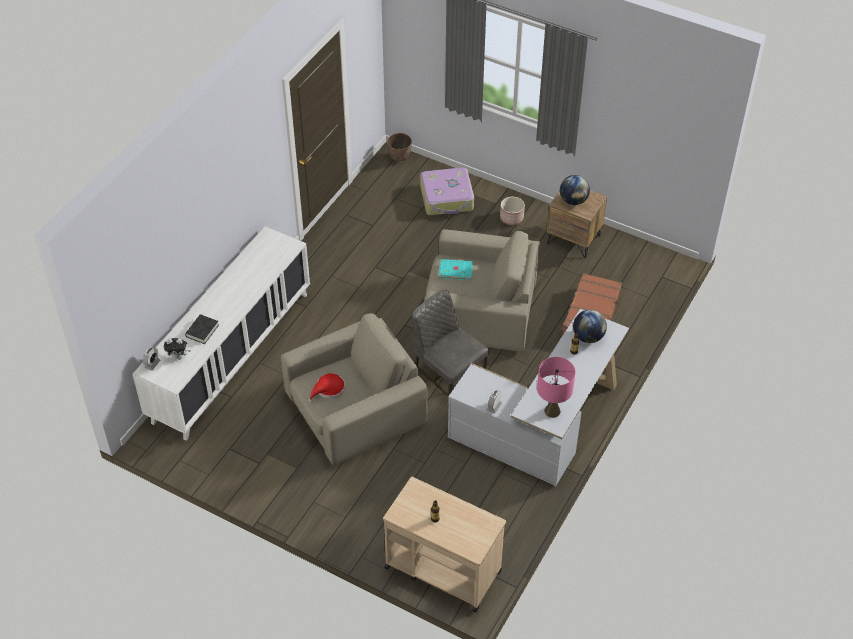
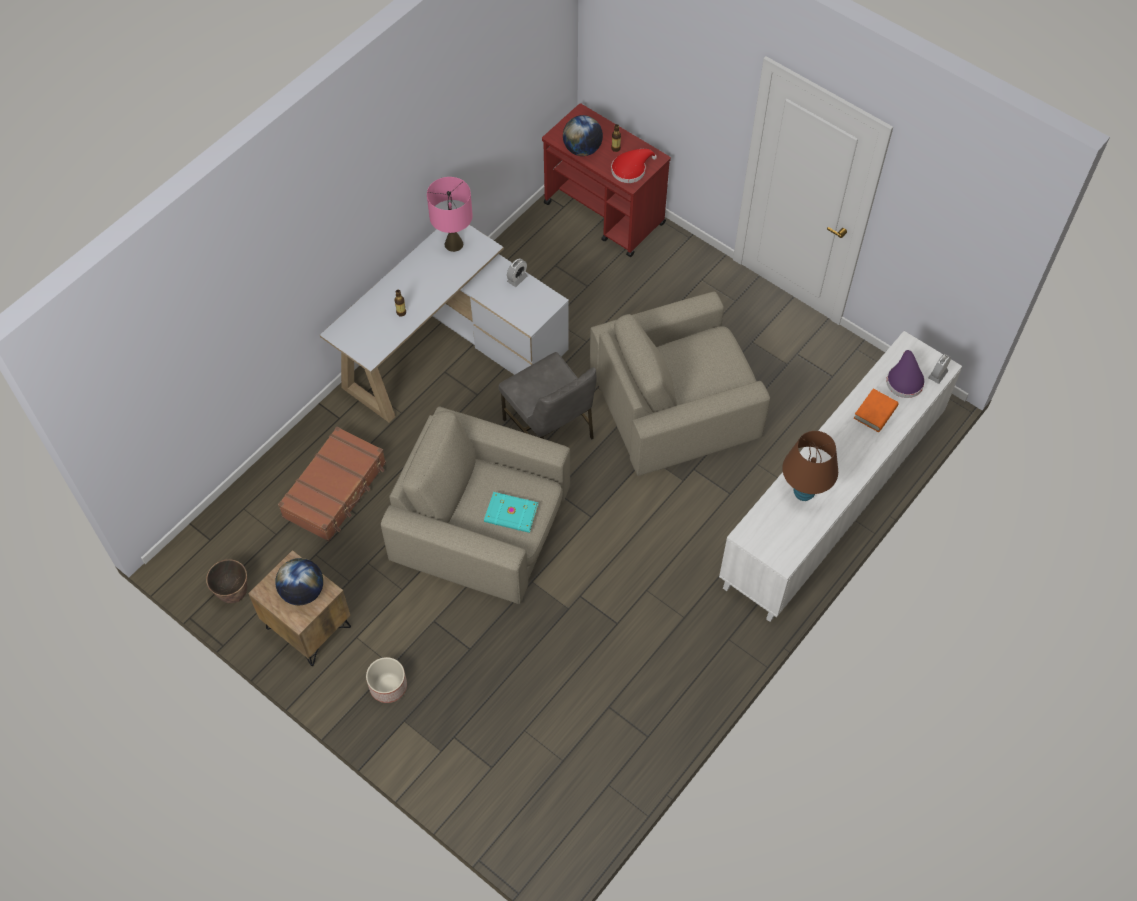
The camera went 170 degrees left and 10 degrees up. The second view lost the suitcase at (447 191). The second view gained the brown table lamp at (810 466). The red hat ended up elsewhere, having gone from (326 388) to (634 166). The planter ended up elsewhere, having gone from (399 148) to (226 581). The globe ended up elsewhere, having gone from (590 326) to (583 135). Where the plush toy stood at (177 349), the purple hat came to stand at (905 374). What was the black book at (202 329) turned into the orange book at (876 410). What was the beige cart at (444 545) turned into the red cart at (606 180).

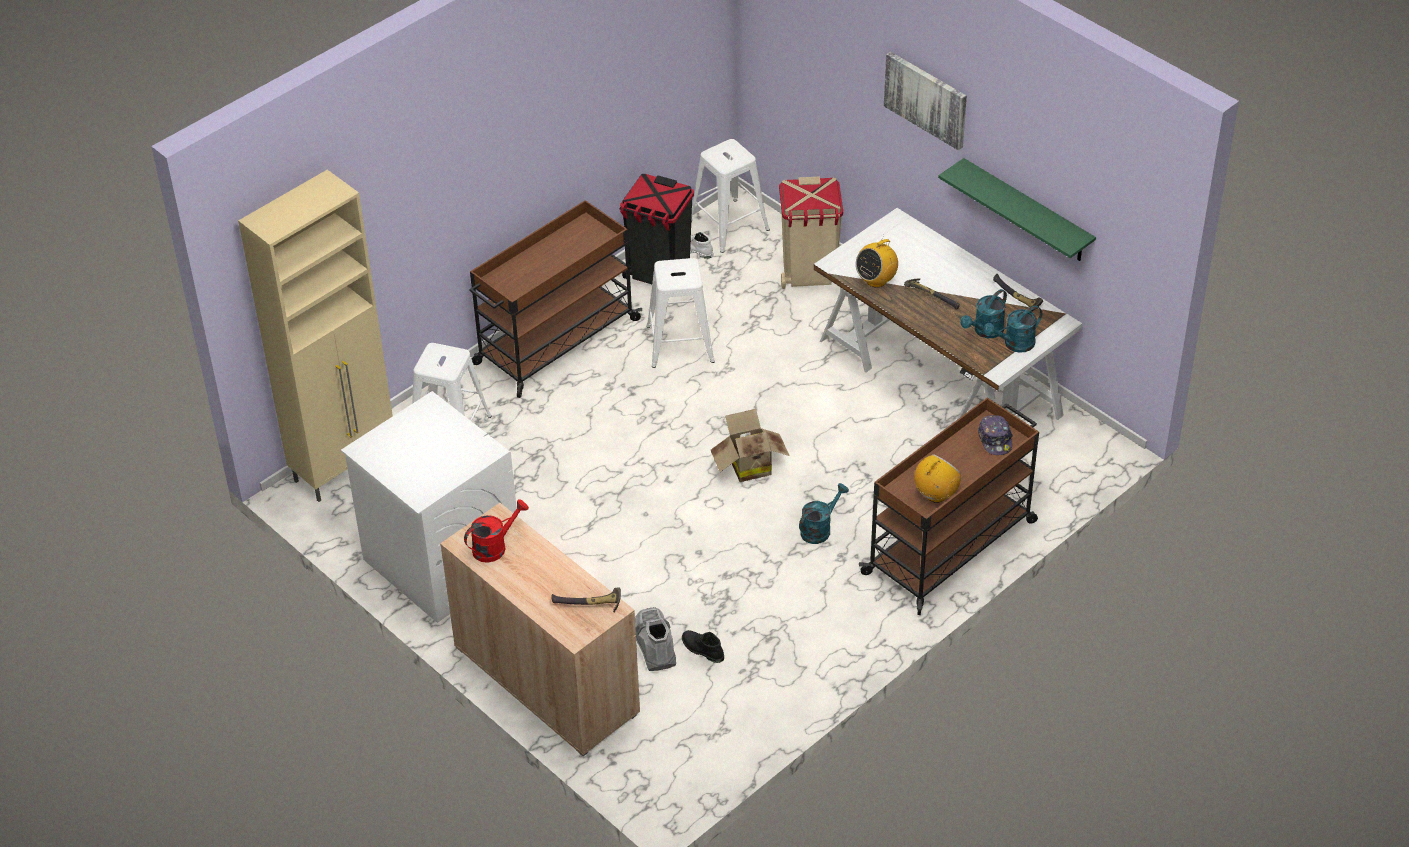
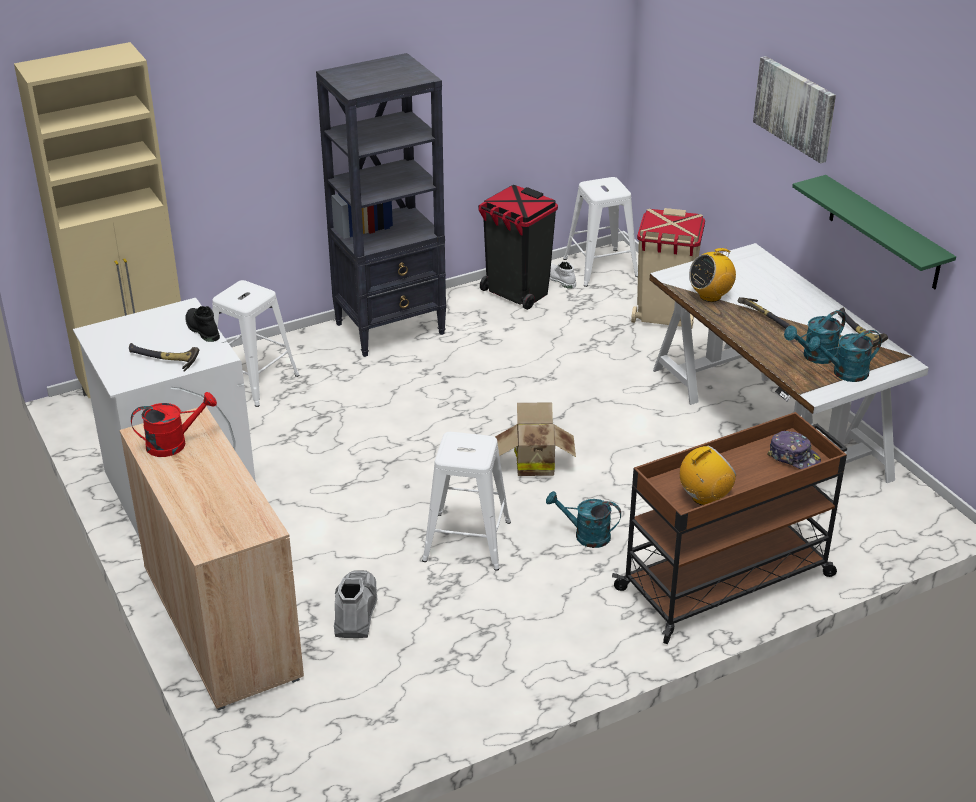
The camera went 15 degrees right and 10 degrees down. The hammer ended up elsewhere, having gone from (586 600) to (164 357). The white stool ended up elsewhere, having gone from (680 313) to (466 501). The black boot ended up elsewhere, having gone from (703 646) to (202 324). Where the brown cart stood at (555 299), the black bookcase came to stand at (381 205). The turquoise watering can at (824 513) ended up facing another way, 135 degrees counterclockwise from before. The cap at (995 435) ended up facing another way, 60 degrees counterclockwise from before.

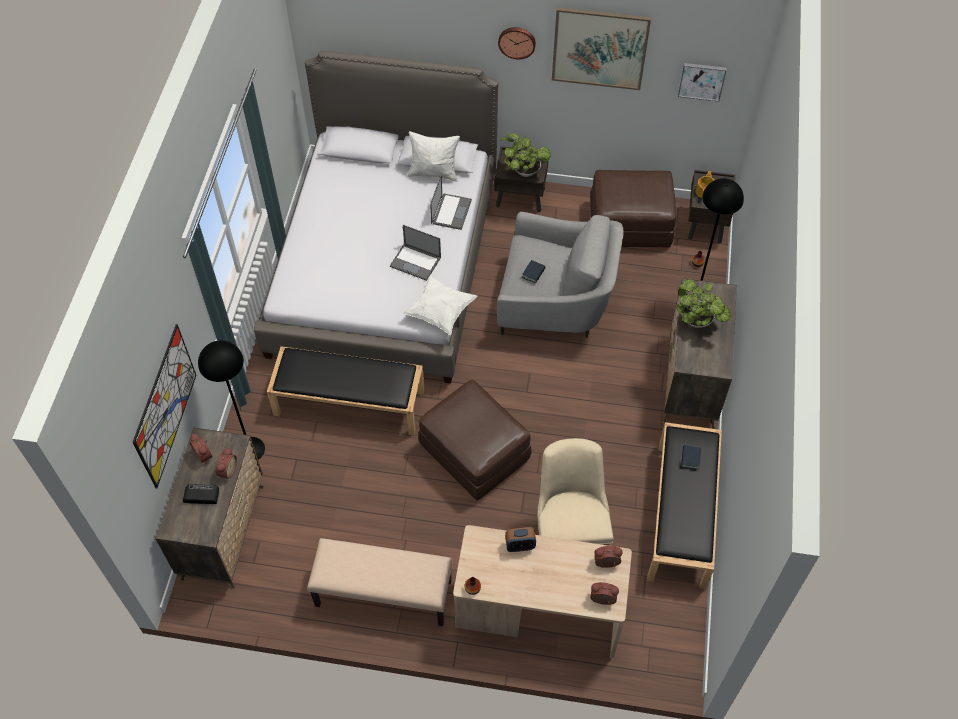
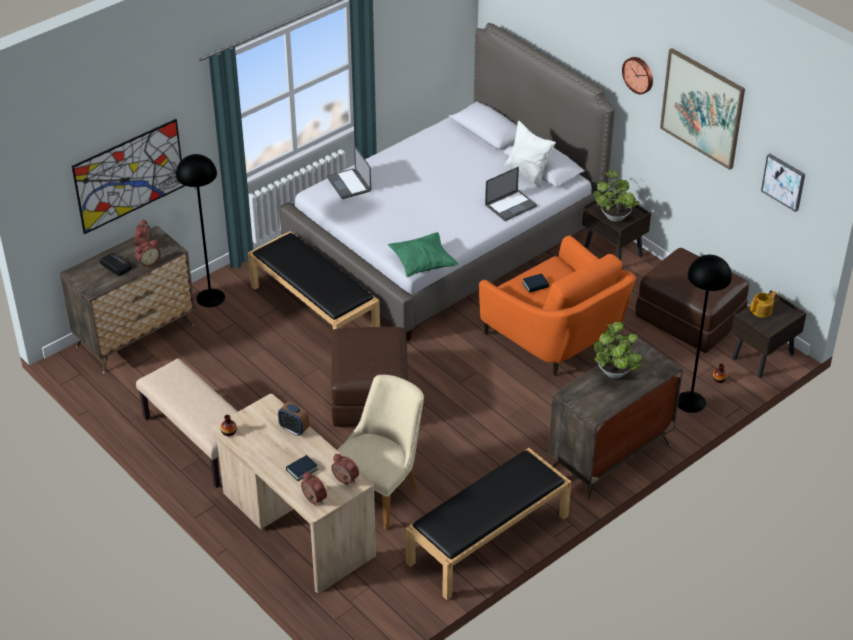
The camera went 40 degrees right and 15 degrees down. The laptop ended up elsewhere, having gone from (415 253) to (349 172). The book ended up elsewhere, having gone from (691 457) to (302 468). What was the white pillow at (440 305) turned into the green pillow at (423 254). What was the grey armchair at (560 275) turned into the orange armchair at (557 305).

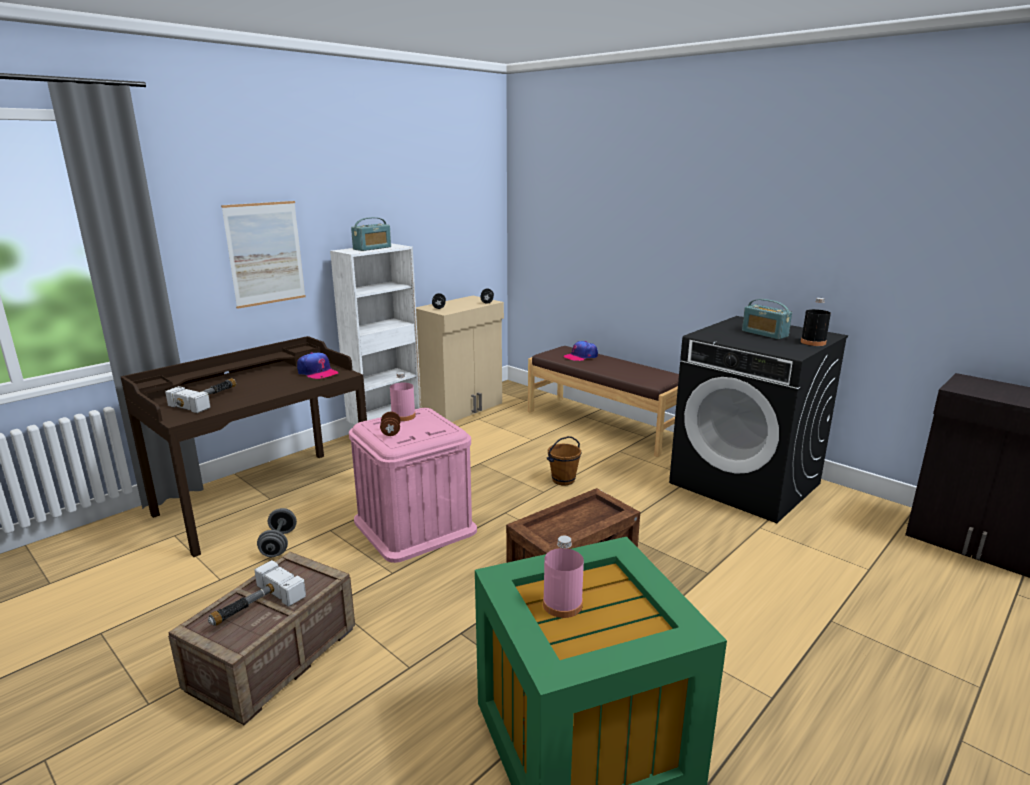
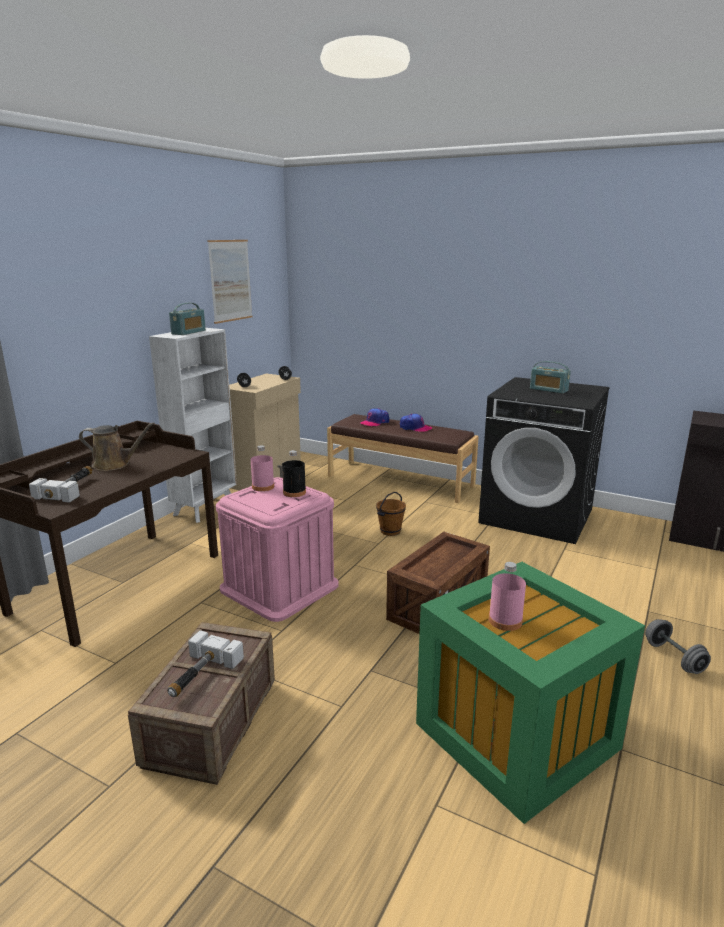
The camera went 15 degrees left and 0 degrees up. The second view lost the brown dumbbell at (390 424). The second view gained the brown watering can at (117 446). The picture ended up elsewhere, having gone from (263 255) to (229 282). The grey dumbbell ended up elsewhere, having gone from (277 532) to (678 646). The cap ended up elsewhere, having gone from (318 365) to (416 423). The black bottle ended up elsewhere, having gone from (816 322) to (294 473).

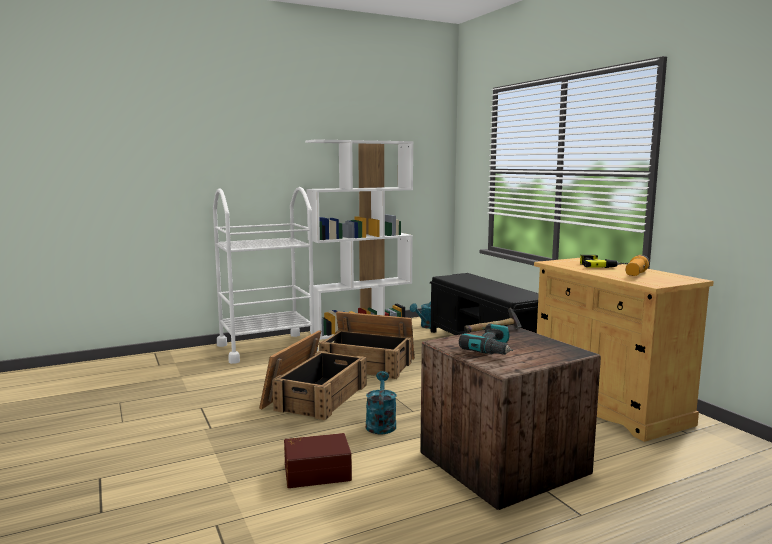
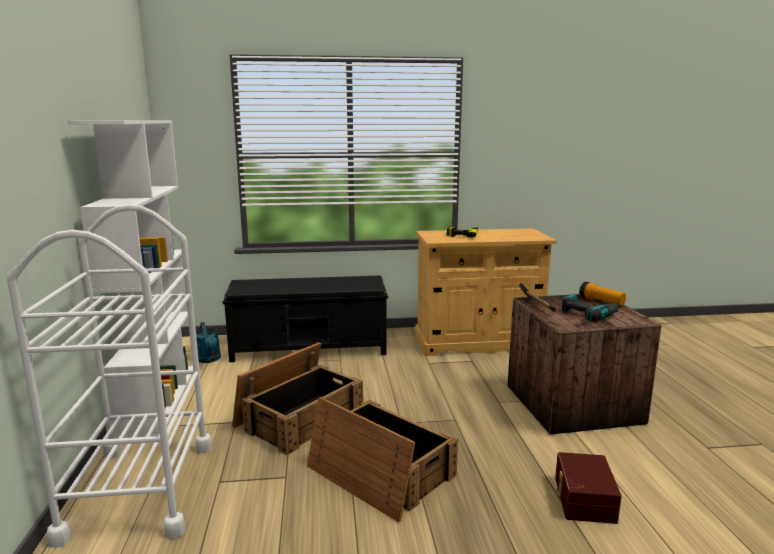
The camera went 70 degrees left and 5 degrees up. The second view lost the turquoise watering can at (381 402). The flashlight ended up elsewhere, having gone from (638 265) to (602 293).

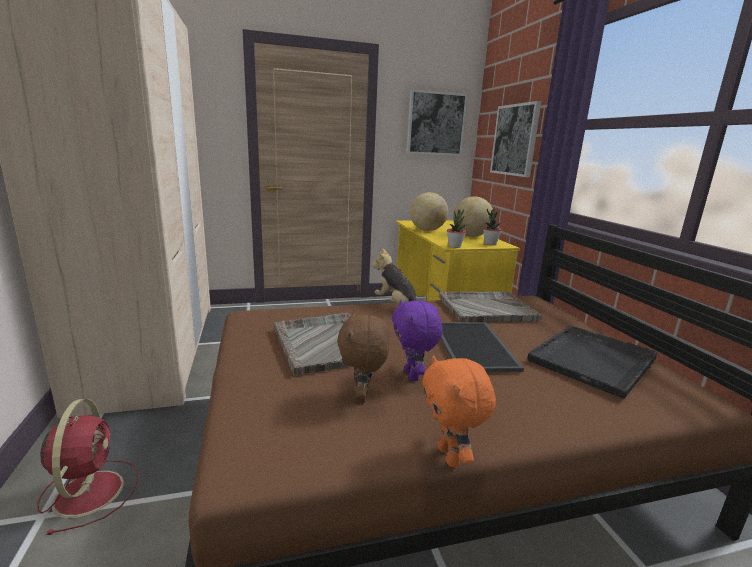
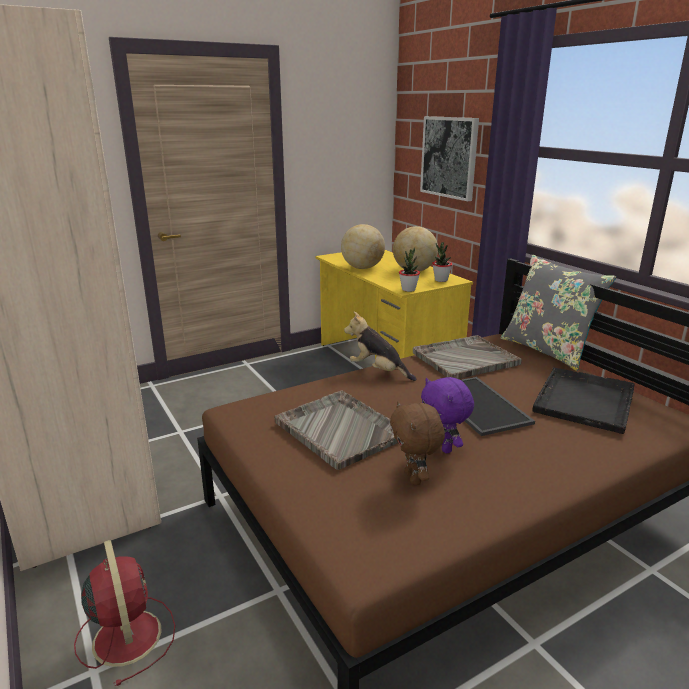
The camera went 15 degrees left and 5 degrees up. The second view lost the picture at (437 122). The second view lost the orange plush toy at (459 411). The second view gained the grey pillow at (558 313).

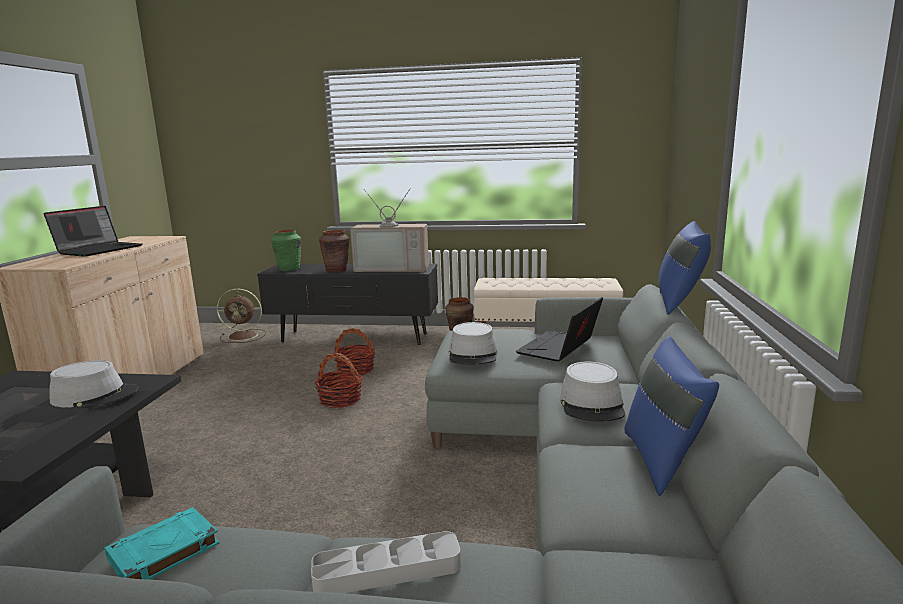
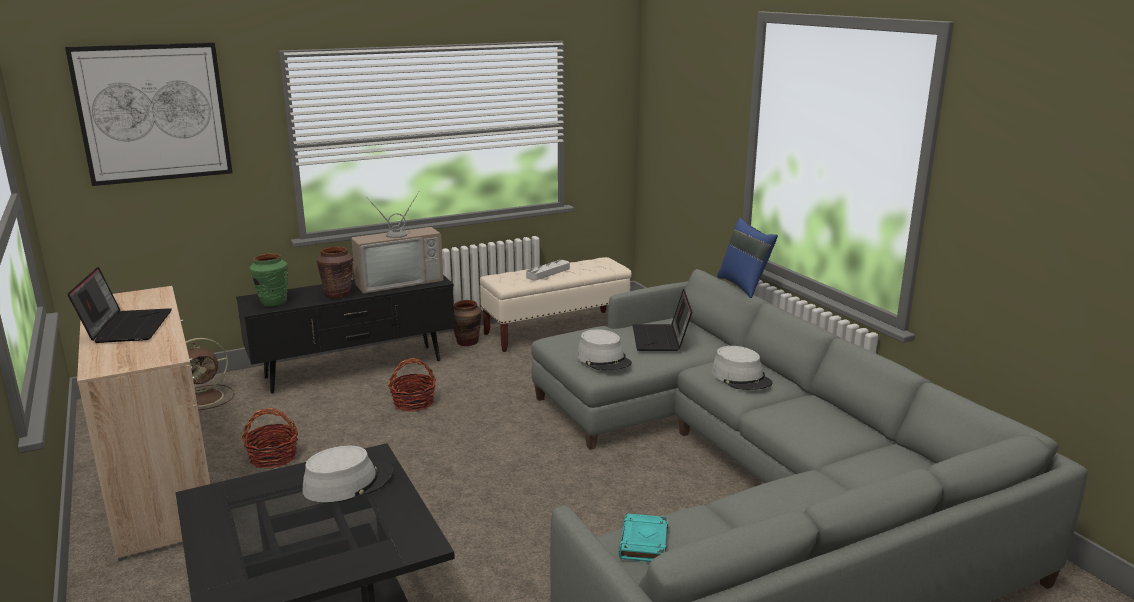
The camera went 35 degrees left and 5 degrees up. The second view lost the blue pillow at (671 416). The second view gained the picture at (149 114). The grey tray ended up elsewhere, having gone from (386 562) to (548 270). The basket ended up elsewhere, having gone from (338 380) to (269 438).

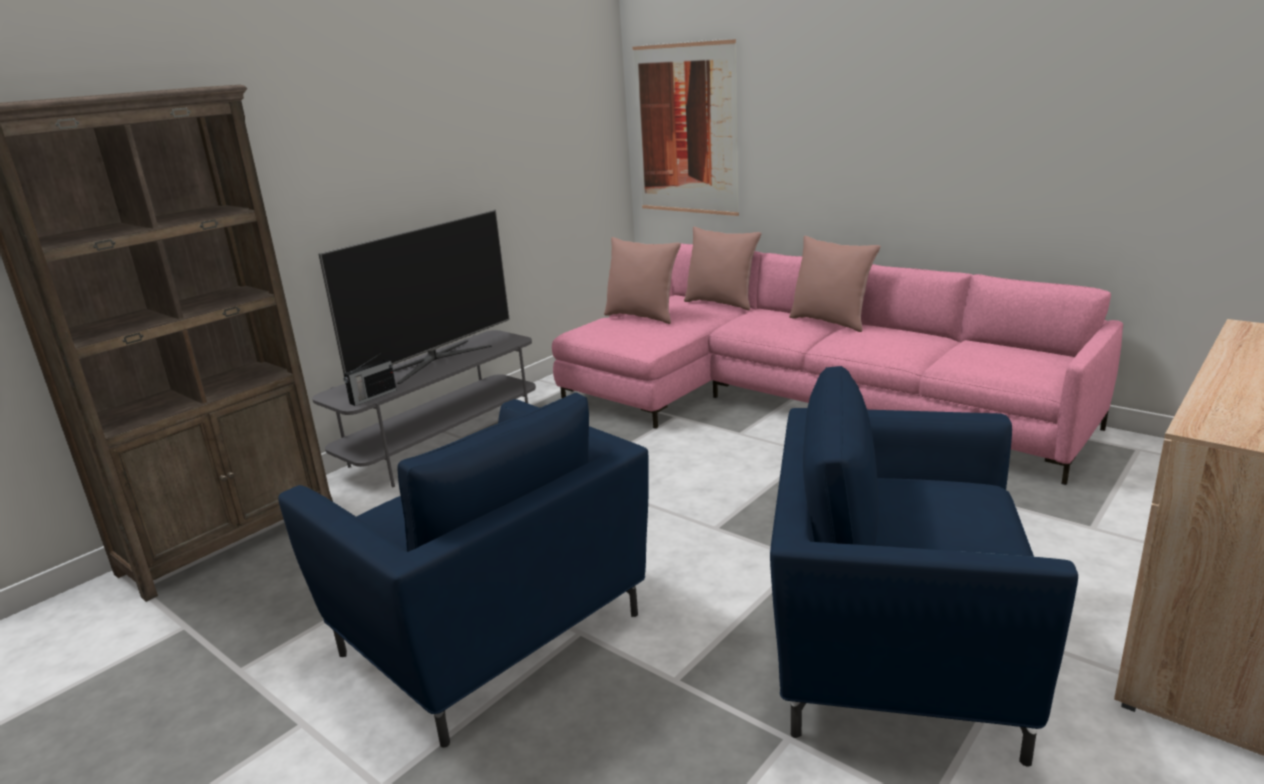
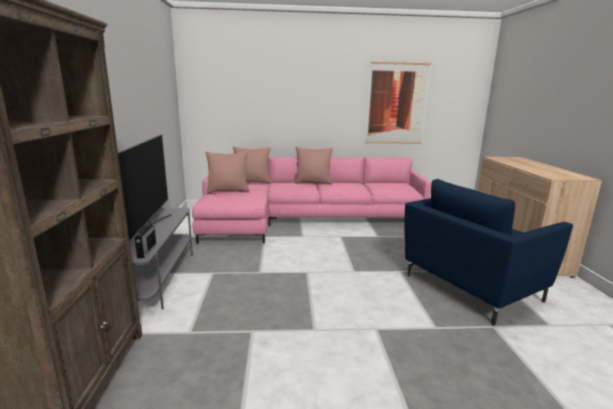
The camera went 45 degrees left and 5 degrees down. The second view lost the blue armchair at (463 570). The picture ended up elsewhere, having gone from (685 127) to (398 102).

